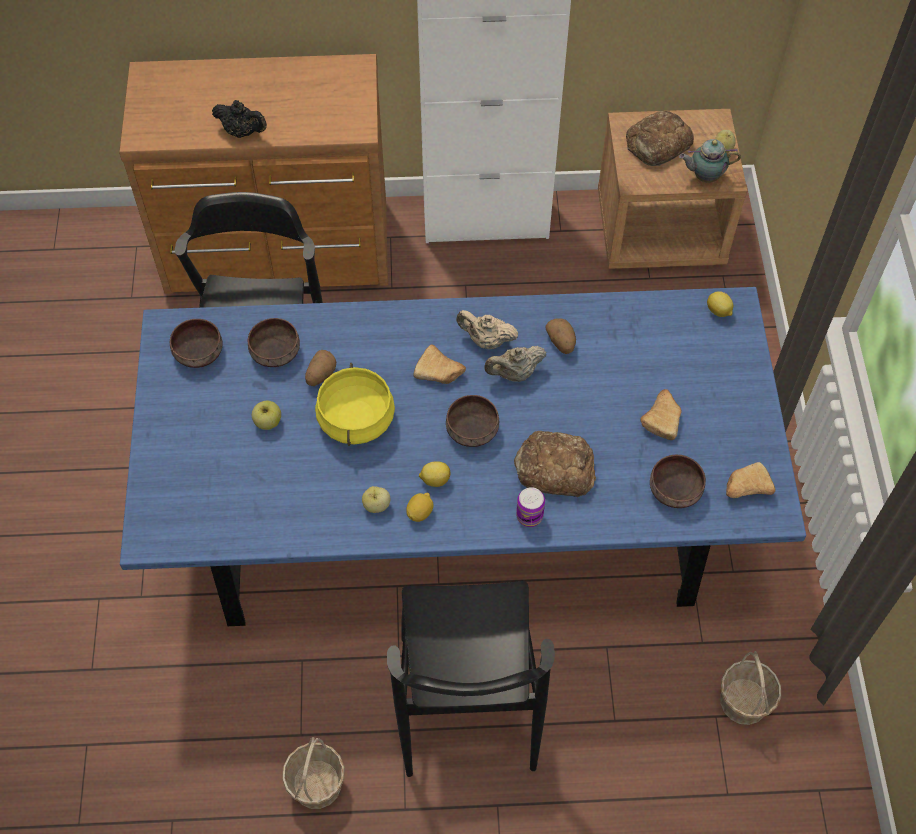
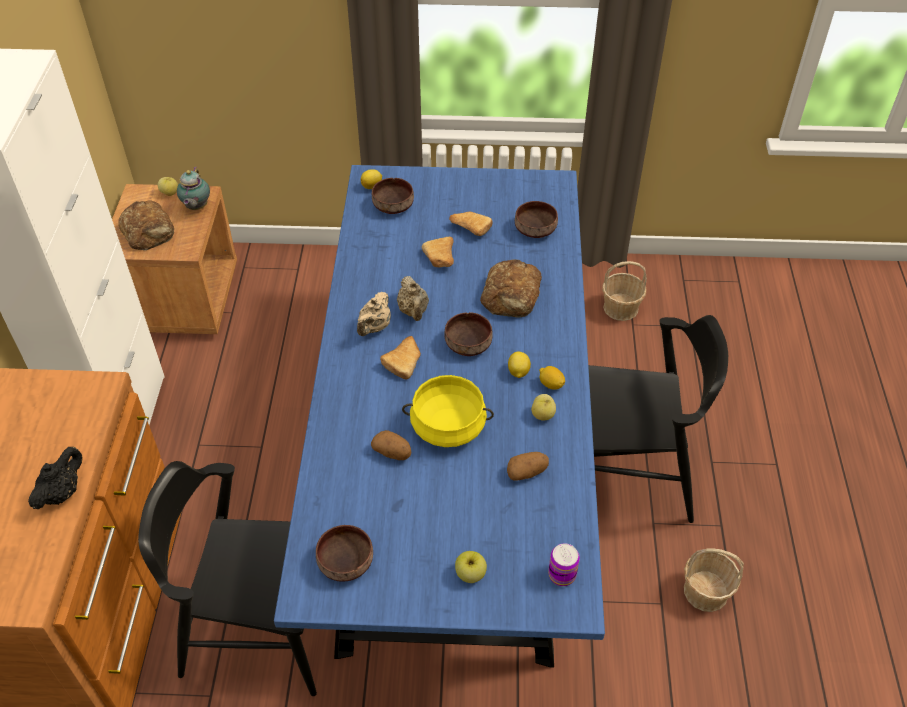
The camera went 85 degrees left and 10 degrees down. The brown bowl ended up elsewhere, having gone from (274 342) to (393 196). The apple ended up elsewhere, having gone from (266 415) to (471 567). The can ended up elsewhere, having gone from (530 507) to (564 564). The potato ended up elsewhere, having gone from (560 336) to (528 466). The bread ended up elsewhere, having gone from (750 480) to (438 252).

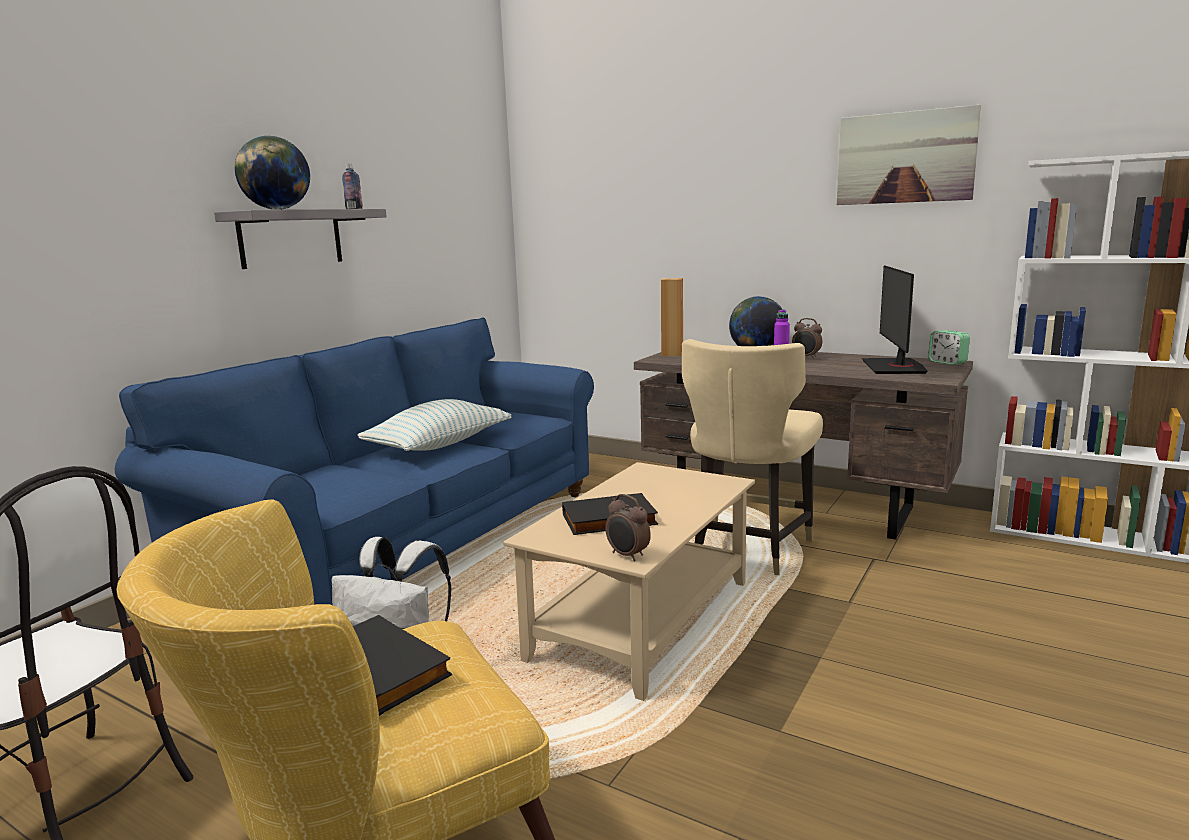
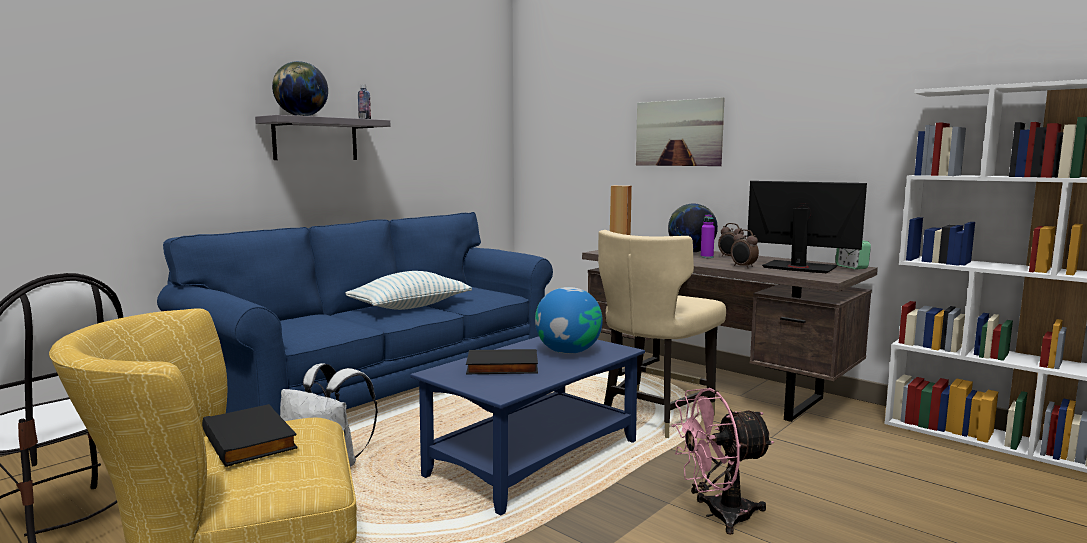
The camera went 10 degrees right and 5 degrees down. The second view gained the globe at (569 320). The second view gained the pink fan at (722 461). The alarm clock ended up elsewhere, having gone from (628 527) to (745 248). The picture ended up elsewhere, having gone from (909 155) to (680 131). What was the beige coffee table at (629 581) turned into the blue coffee table at (527 425). The monitor at (895 319) ended up facing another way, 105 degrees clockwise from before.

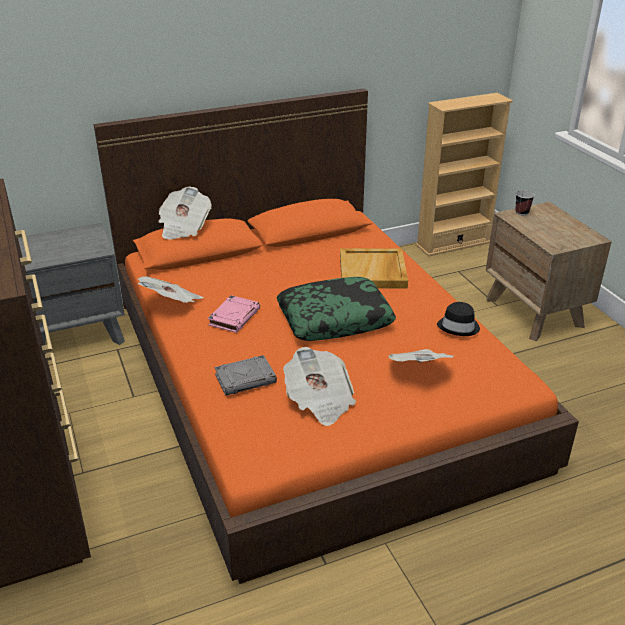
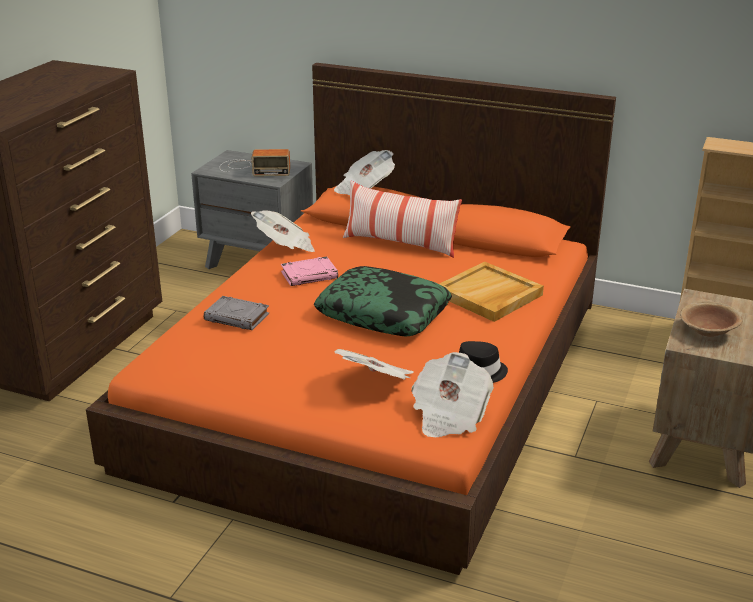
The camera went 45 degrees right and 5 degrees down. The second view lost the cup at (525 202). The second view gained the radio at (255 162). The second view gained the pillow at (402 219). The second view gained the brown bowl at (711 319). The newspaper ended up elsewhere, having gone from (319 386) to (452 394).

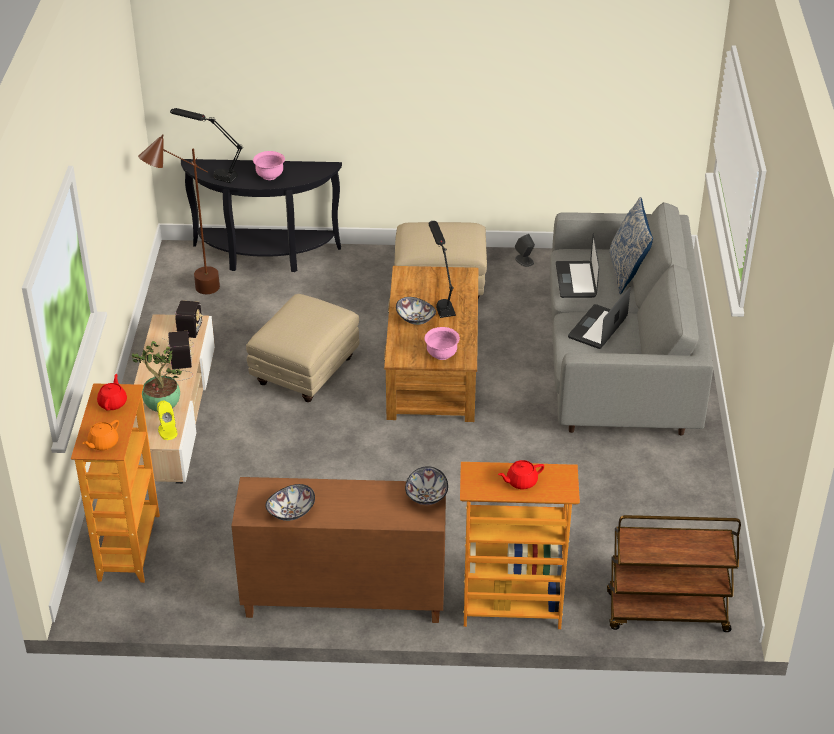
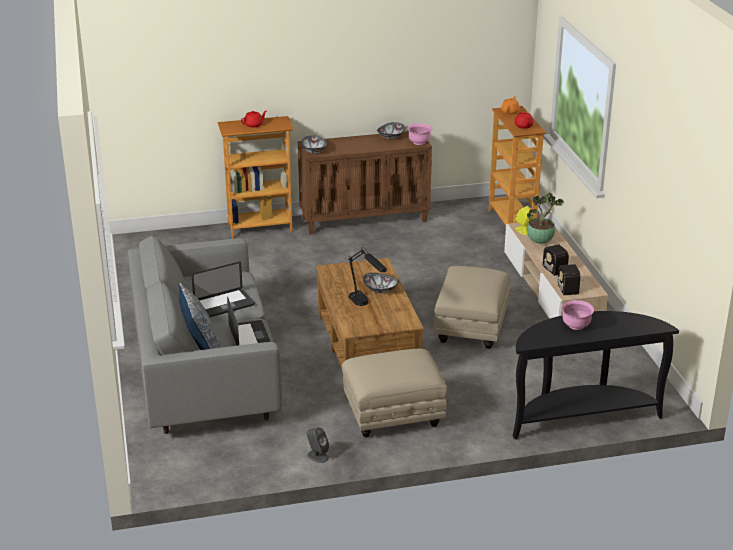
The camera went 165 degrees right and 10 degrees down. The second view lost the brown floor lamp at (179 214). The second view lost the black table lamp at (206 145). The second view lost the brown cart at (674 573). The pink bowl ended up elsewhere, having gone from (442 343) to (419 134). The laptop at (599 318) ended up facing another way, 45 degrees clockwise from before.

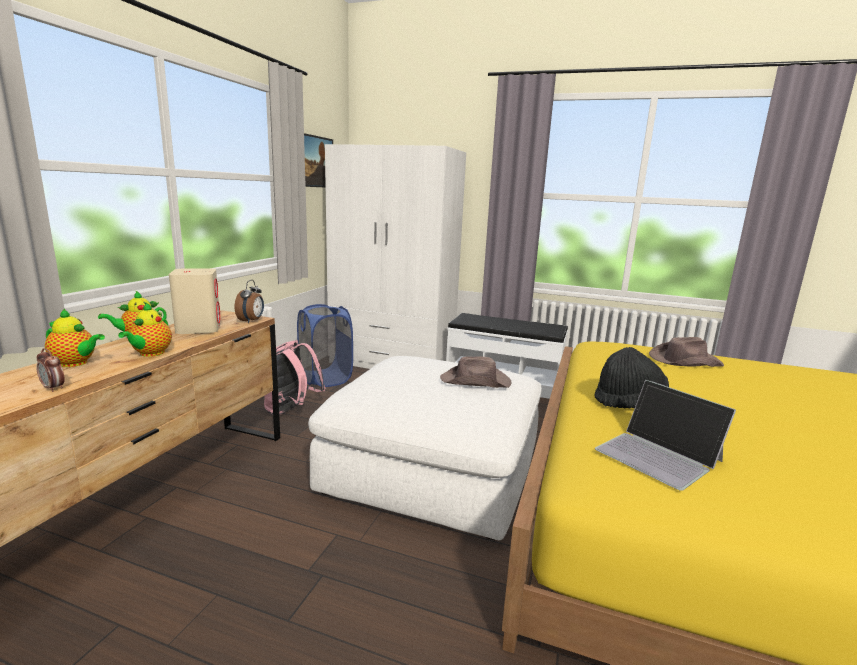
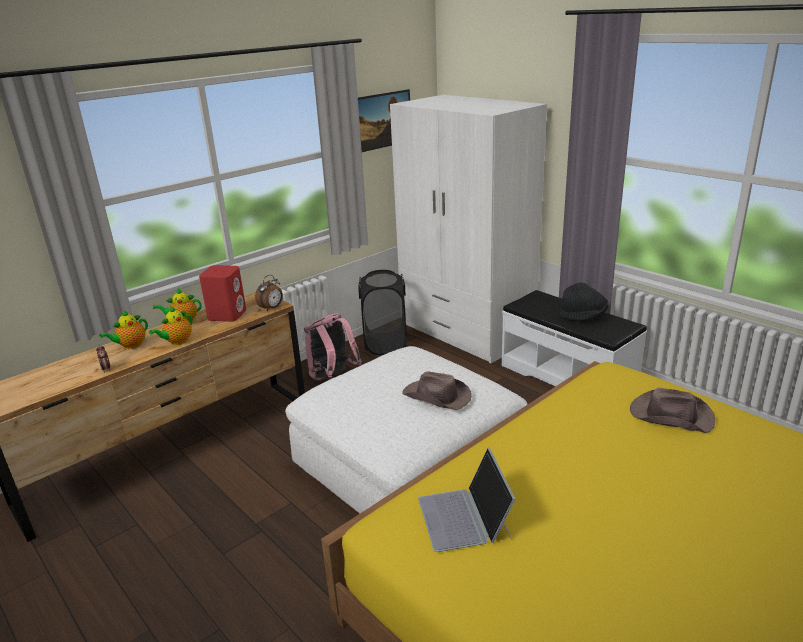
The camera went 30 degrees right and 10 degrees up. The black hat ended up elsewhere, having gone from (632 377) to (584 301). What was the beige speaker at (195 301) turned into the red speaker at (222 293). What was the blue laundry basket at (325 345) turned into the black laundry basket at (382 312). The teapot at (75 338) ended up facing another way, 90 degrees clockwise from before.

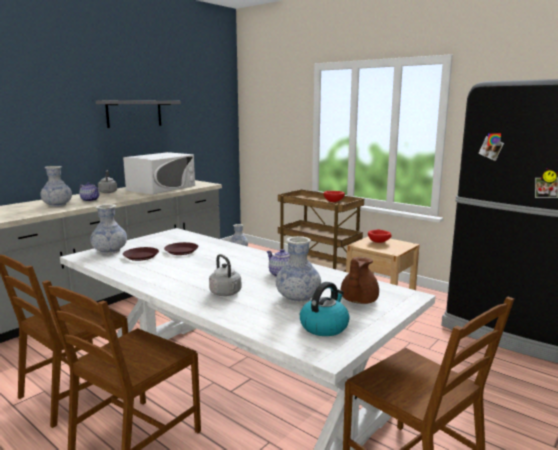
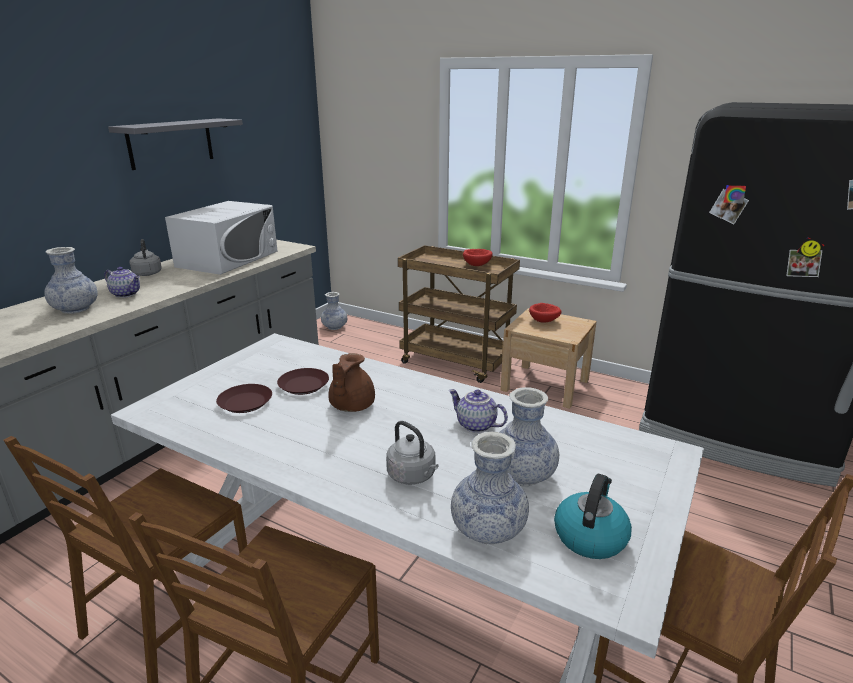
The camera went 10 degrees left and 10 degrees up. The vase ended up elsewhere, having gone from (108 229) to (490 488). The brown teapot ended up elsewhere, having gone from (360 280) to (351 382).

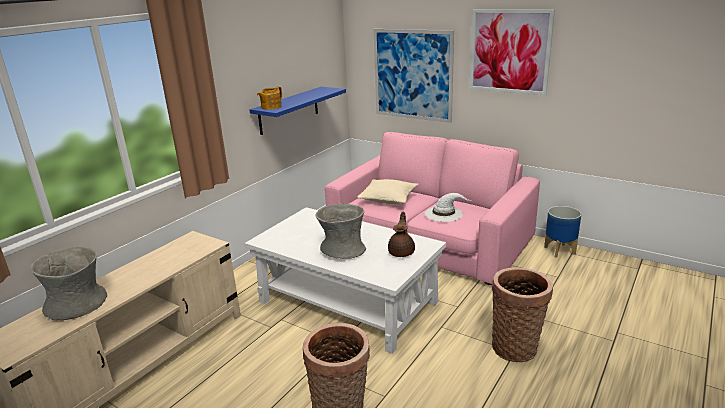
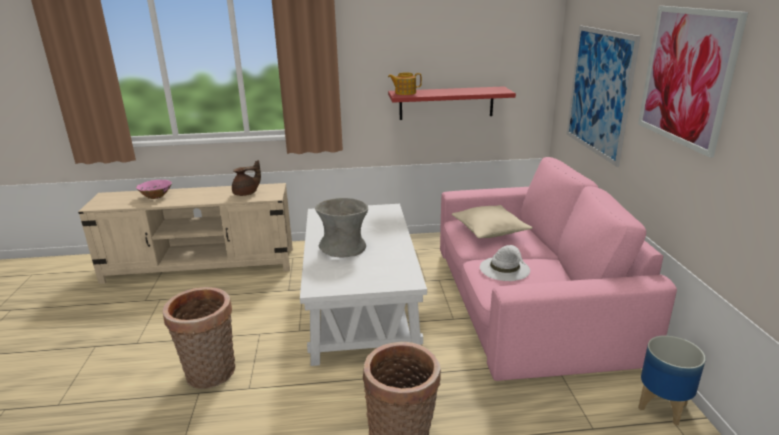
The camera went 50 degrees right and 0 degrees up. The brown teapot ended up elsewhere, having gone from (401 234) to (246 178). Where the grey vase stood at (69 283), the pink bowl came to stand at (154 189). What was the blue shelf at (298 111) turned into the red shelf at (452 103).

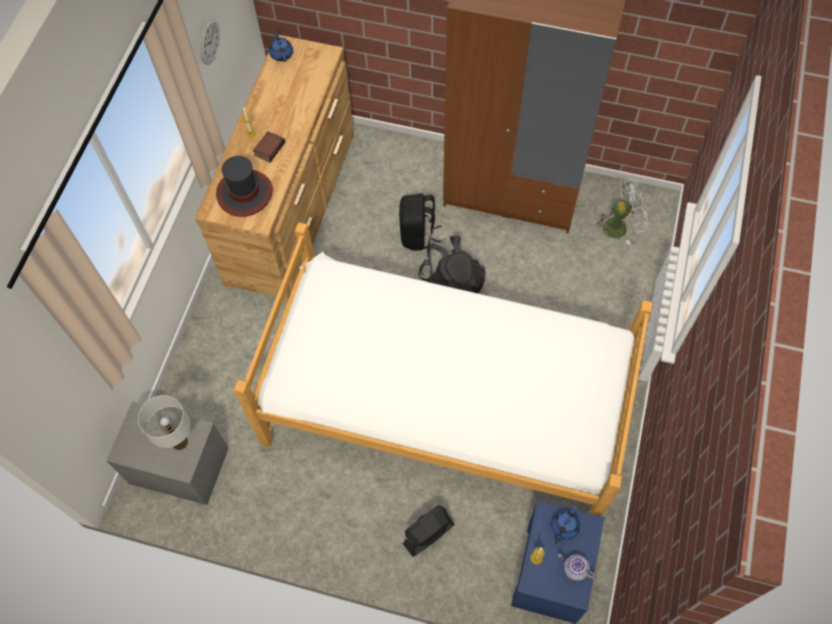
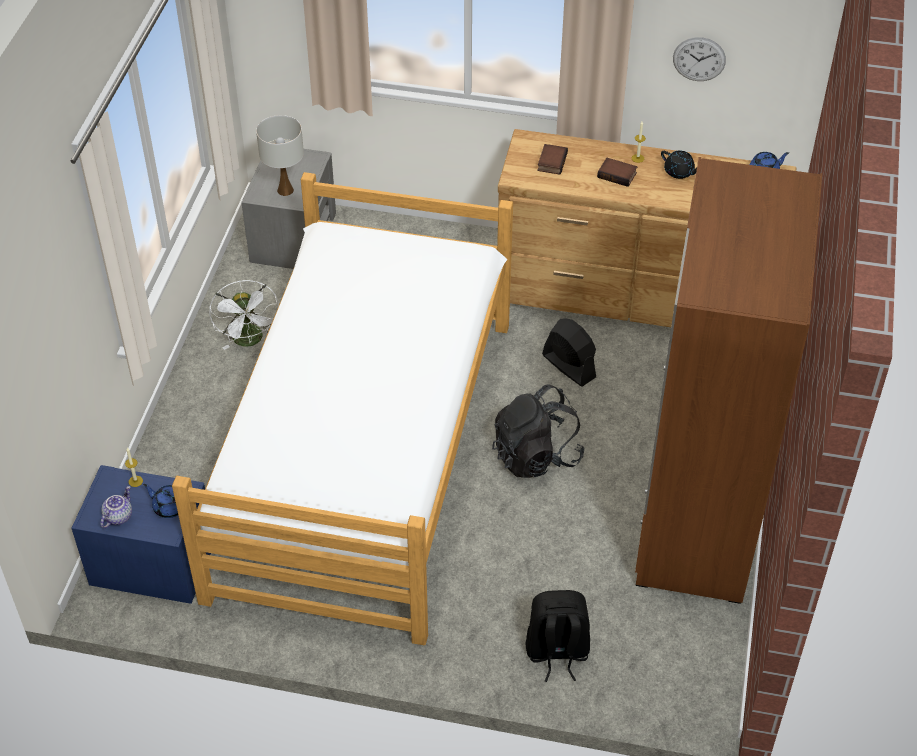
The camera went 85 degrees right and 15 degrees down. The second view gained the black teapot at (679 164). The black backpack ended up elsewhere, having gone from (420 222) to (558 636). The black fan ended up elsewhere, having gone from (429 531) to (569 352). The white fan ended up elsewhere, having gone from (621 212) to (244 315). Where the hat stood at (244 186), the book came to stand at (552 159).

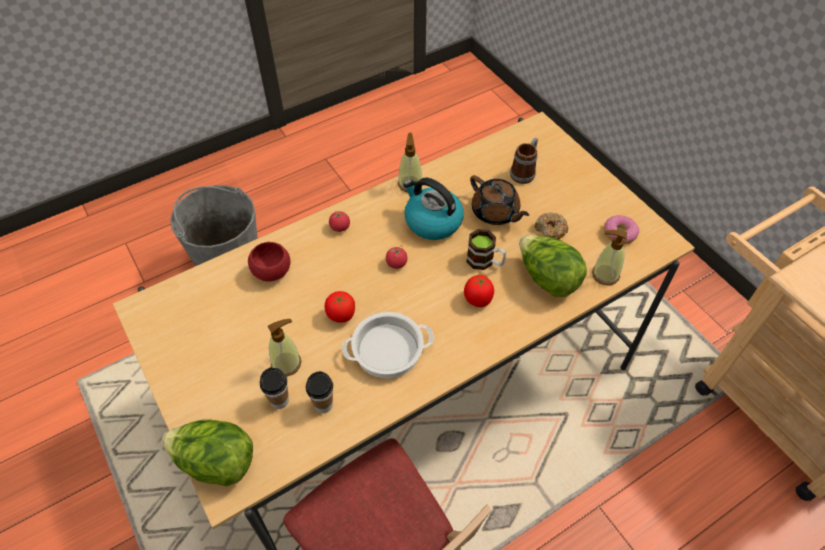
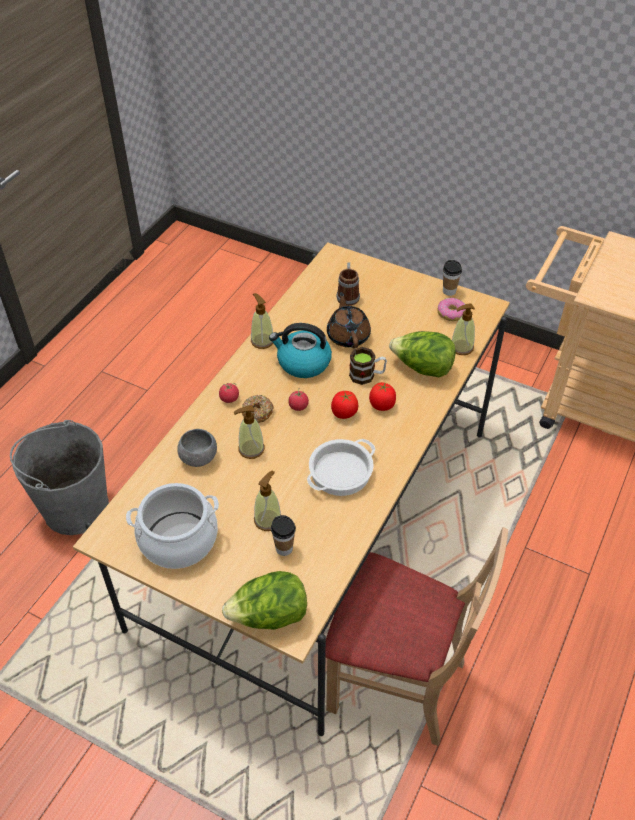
The camera went 30 degrees left and 5 degrees down. The second view gained the cooking pot at (172 526). The second view gained the soap dispenser at (249 432). The cup ended up elsewhere, having gone from (319 392) to (452 278). The tomato ended up elsewhere, having gone from (339 307) to (344 405). The donut ended up elsewhere, having gone from (551 226) to (258 409). What was the red bowl at (269 262) turned into the grey bowl at (197 448). The brown teapot at (499 200) ended up facing another way, 120 degrees counterclockwise from before.

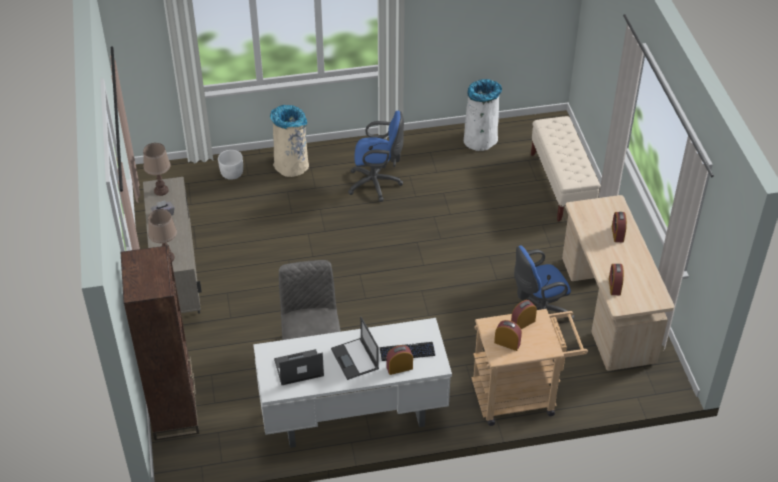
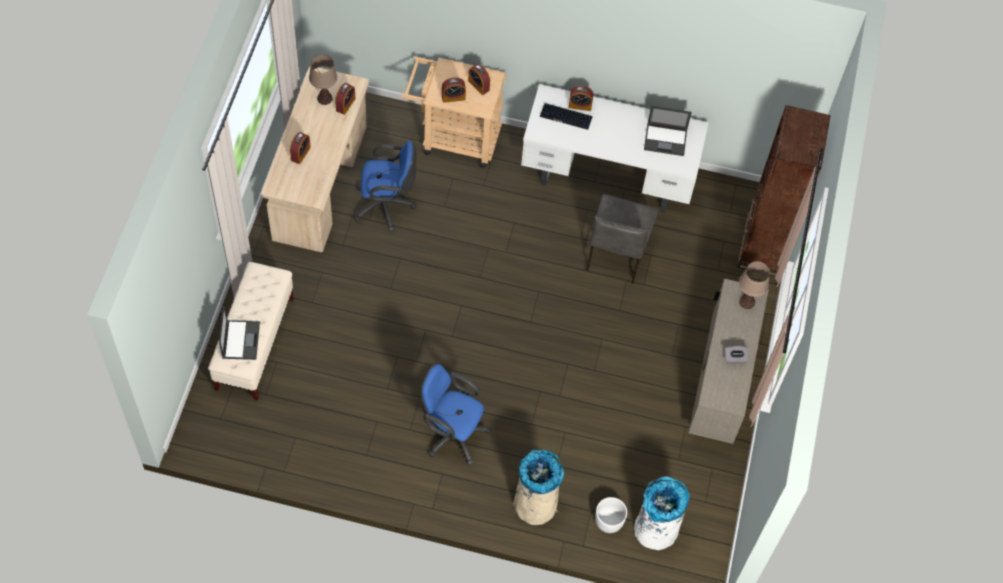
The camera went 160 degrees left and 15 degrees up. The brown table lamp ended up elsewhere, having gone from (157 169) to (323 80). The laptop ended up elsewhere, having gone from (355 348) to (239 332). The white trash can ended up elsewhere, having gone from (482 115) to (662 513).

